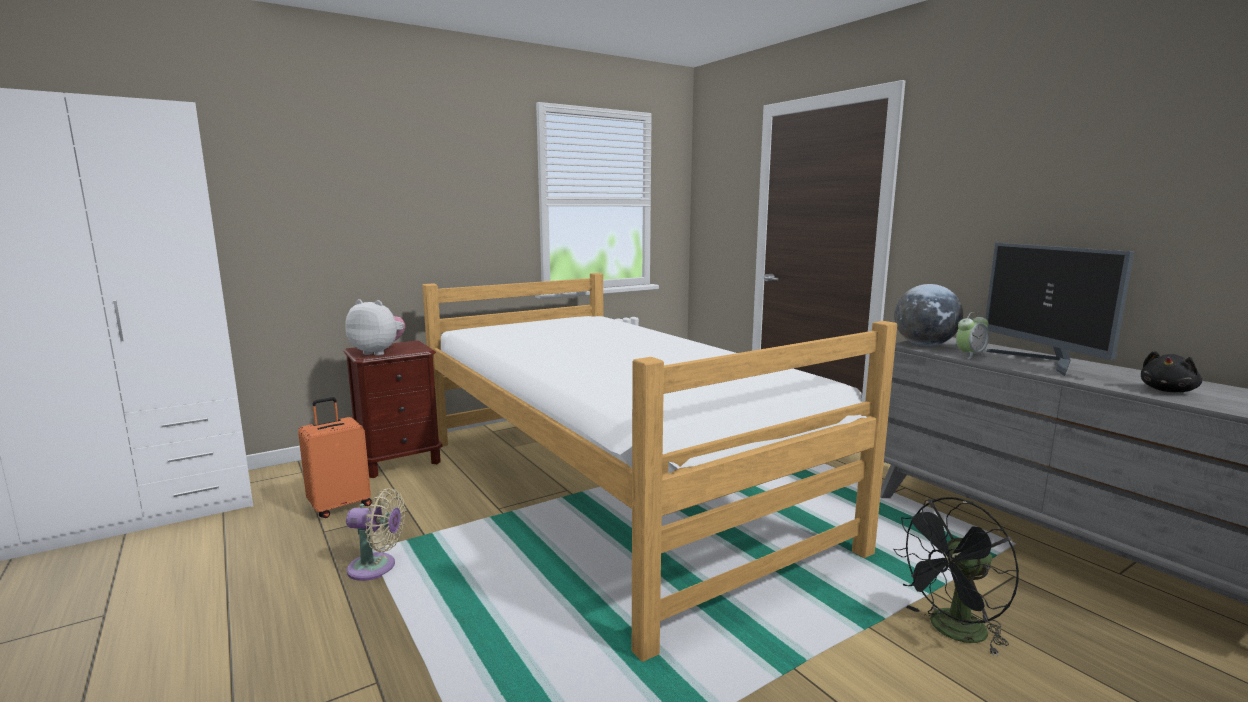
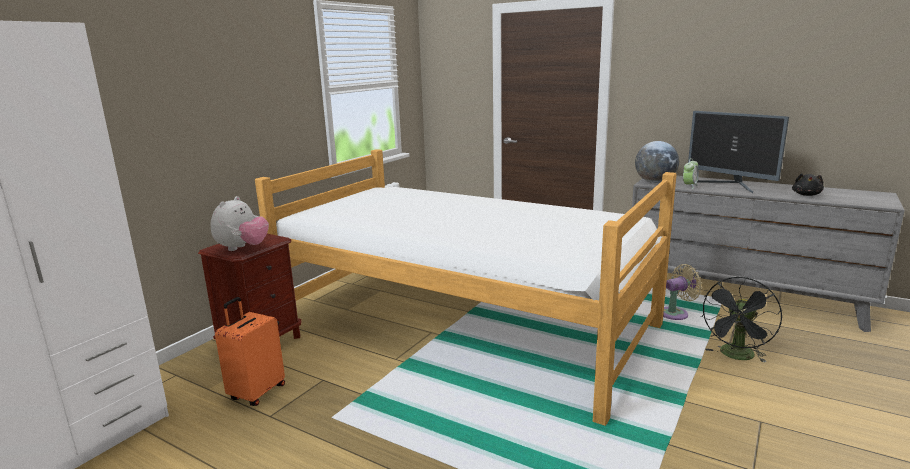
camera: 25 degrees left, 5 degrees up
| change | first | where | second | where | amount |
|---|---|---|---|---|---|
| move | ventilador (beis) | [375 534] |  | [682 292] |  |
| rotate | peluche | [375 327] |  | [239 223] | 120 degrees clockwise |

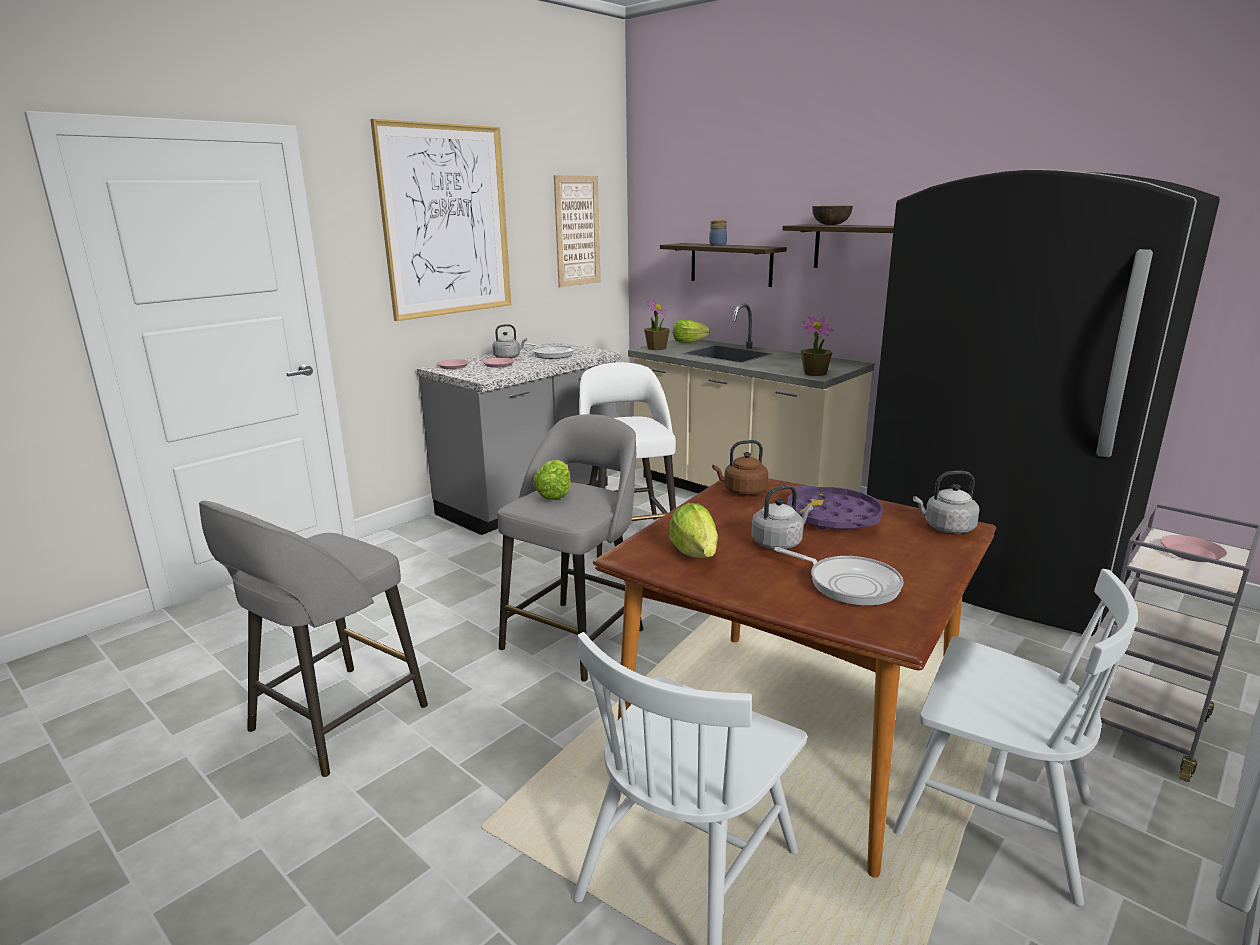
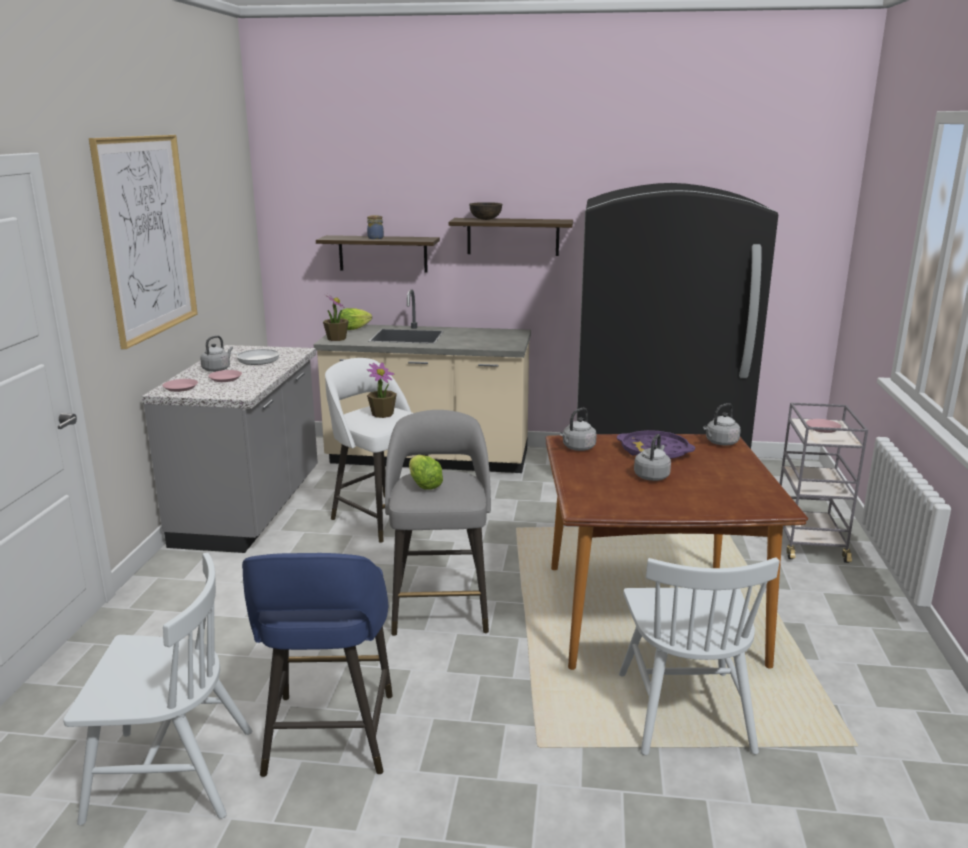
camera: 35 degrees left, 0 degrees up
| change | first | where | second | where | amount |
|---|---|---|---|---|---|
| delete | cuadro | [577 231] |  |  |  |
| delete | lechuga | [693 530] |  |  |  |
| delete | sartén | [839 576] |  |  |  |
| move | planta en maceta | [817 346] |  | [382 390] |  |
| move | silla (blanco) | [1015 737] |  | [157 689] |  |
| recolor | taburete (gris) | [313 639] | taburete (azul) | [317 665] |  |
| recolor | hervidor (marrón) | [740 468] | hervidor (gris) | [578 429] |  |

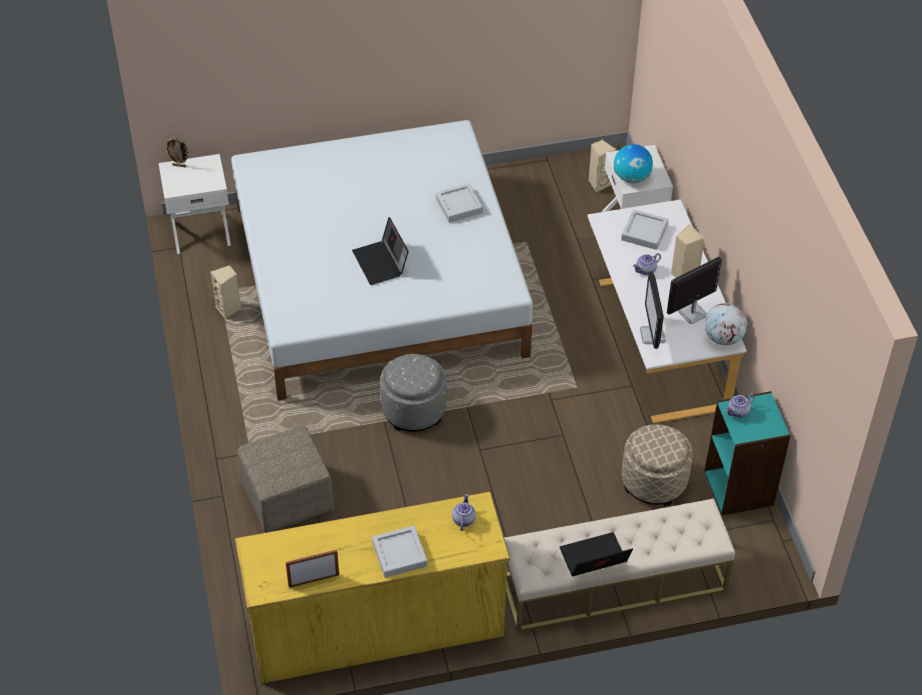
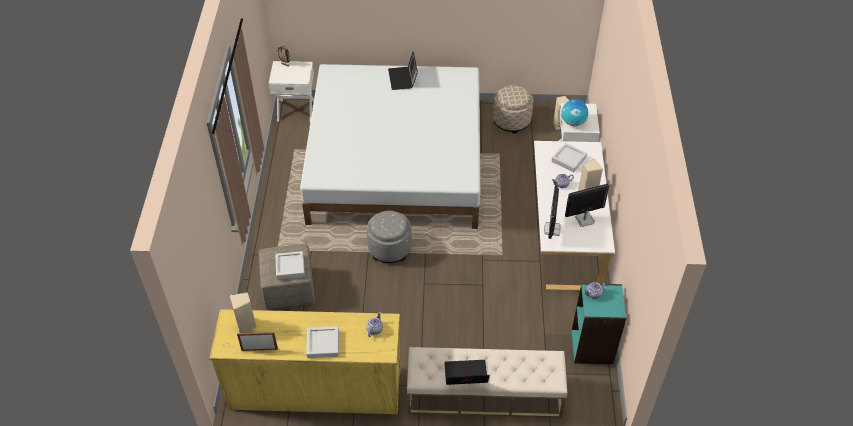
camera: 15 degrees right, 0 degrees up
| change | first | where | second | where | amount |
|---|---|---|---|---|---|
| delete | globo terráqueo | [725 324] |  |  |  |
| move | altavoz (beis) | [225 292] |  | [242 312] |  |
| move | portátil | [380 251] |  | [403 71] |  |
| move | bandeja (gris) | [459 202] |  | [290 265] |  |
| move | puf (beis) | [657 465] |  | [513 109] |  |

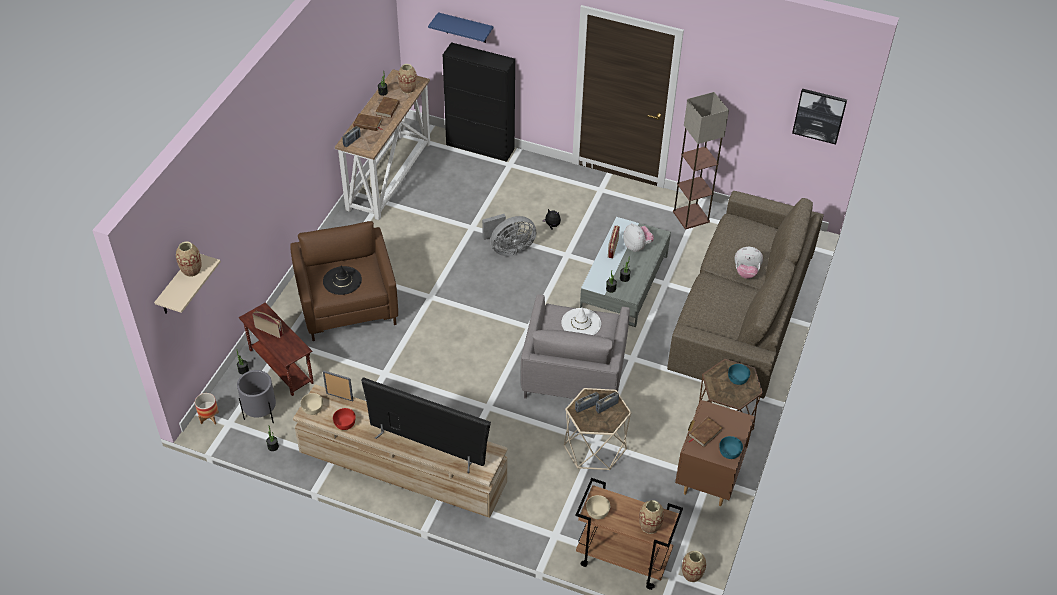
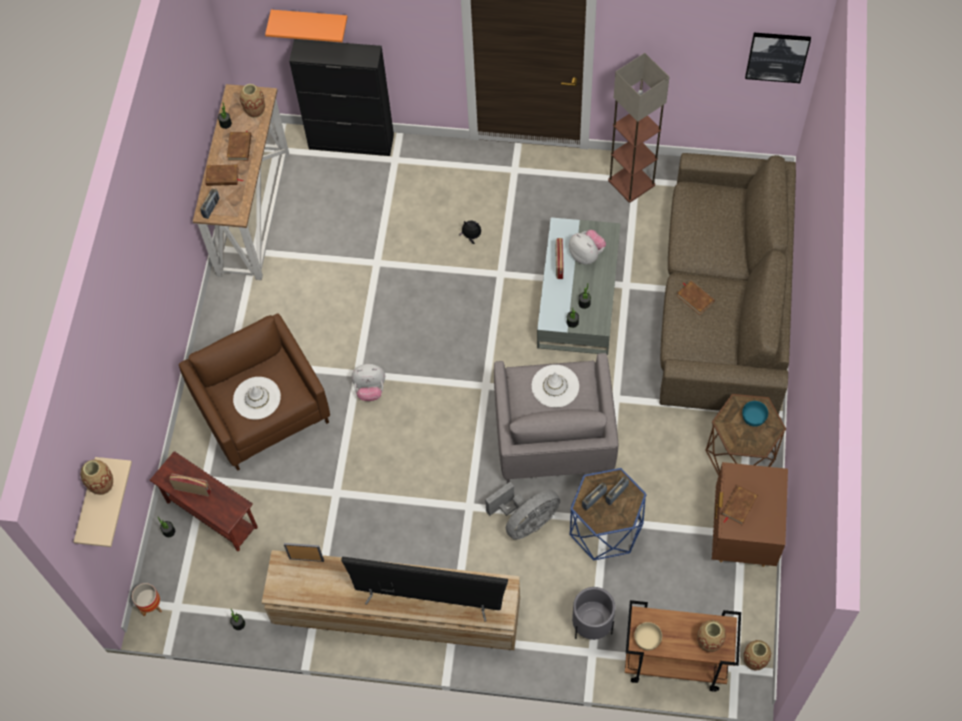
camera: 10 degrees left, 15 degrees up
| change | first | where | second | where | amount |
|---|---|---|---|---|---|
| delete | cuenco (beis) | [312 404] |  |  |  |
| delete | cuenco (rojo) | [344 419] |  |  |  |
| delete | cuenco (turquesa) | [731 447] |  |  |  |
| insert |  |  | libro (marrón) | [696 297] |  |
| move | maceta (gris) | [256 396] |  | [593 613] |  |
| move | ventilador (gris) | [509 235] |  | [523 511] |  |
| move | peluche | [749 263] |  | [368 382] |  |
| recolor | sombrero (negro) | [342 280] | sombrero (blanco) | [257 398] |  |
| recolor | estante (azul) | [460 27] | estante (naranja) | [306 26] |  |
| recolor | mesa auxiliar (beis) | [598 429] | mesa auxiliar (azul) | [608 514] |  |

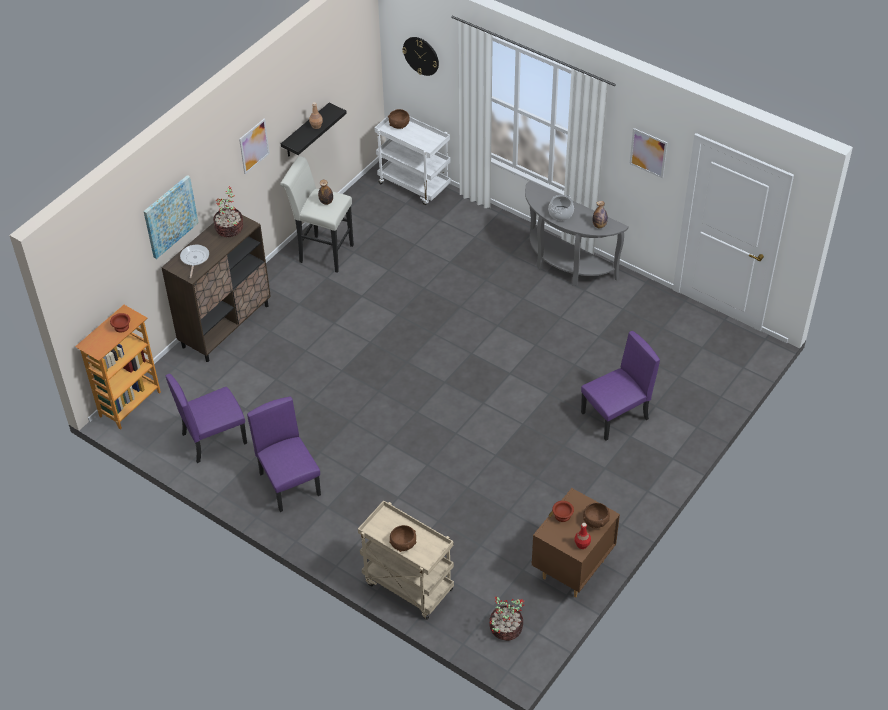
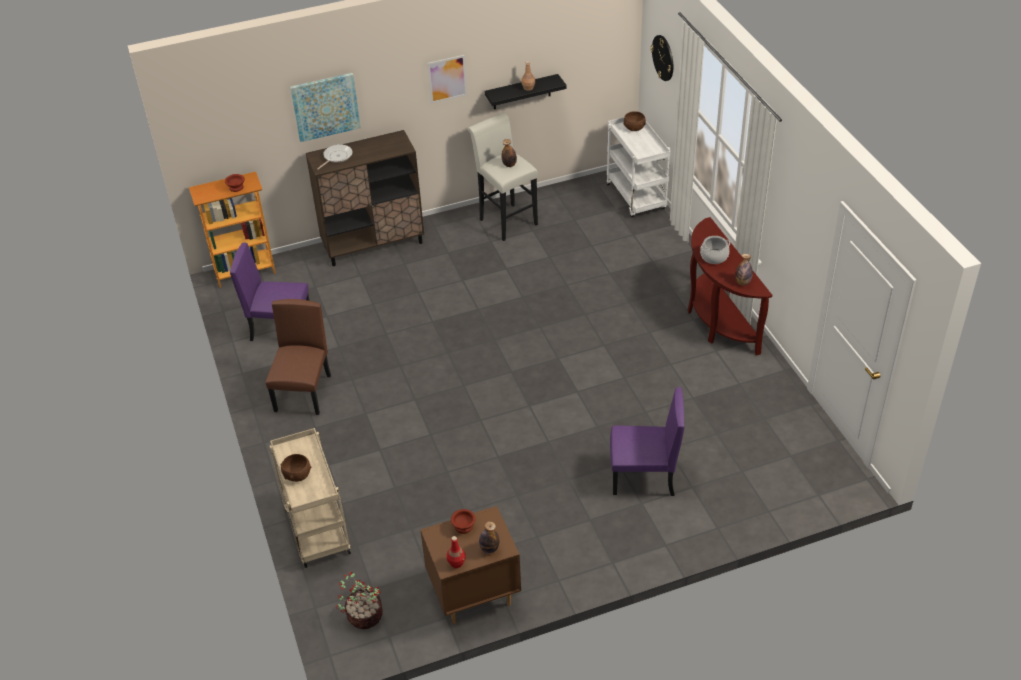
camera: 35 degrees right, 5 degrees down
| change | first | where | second | where | amount |
|---|---|---|---|---|---|
| delete | planta en maceta | [228 211] |  |  |  |
| delete | cuadro | [649 153] |  |  |  |
| replace | cuenco (marrón) | [596 516] | botella | [489 537] |  |
| recolor | silla (morado) | [284 454] | silla (marrón) | [298 357] |  |
| recolor | mesa consola (gris) | [577 233] | mesa consola (marrón) | [730 286] |  |

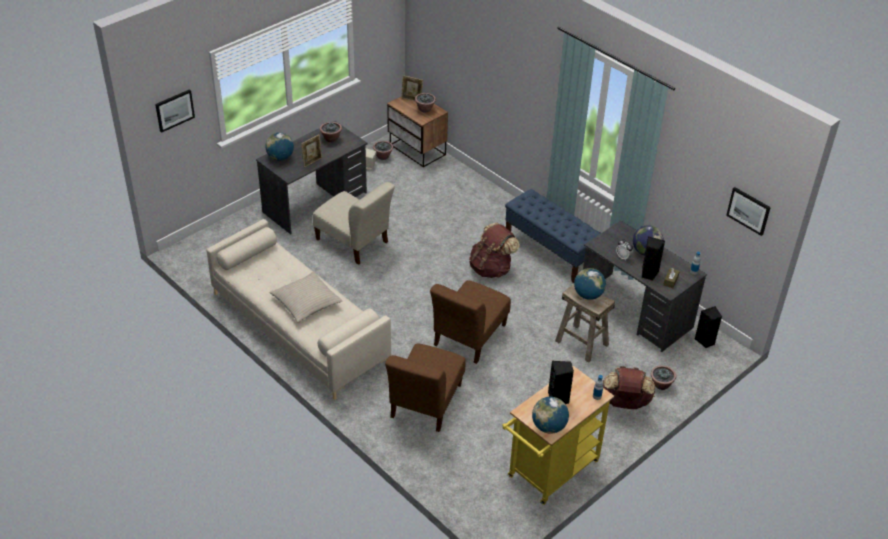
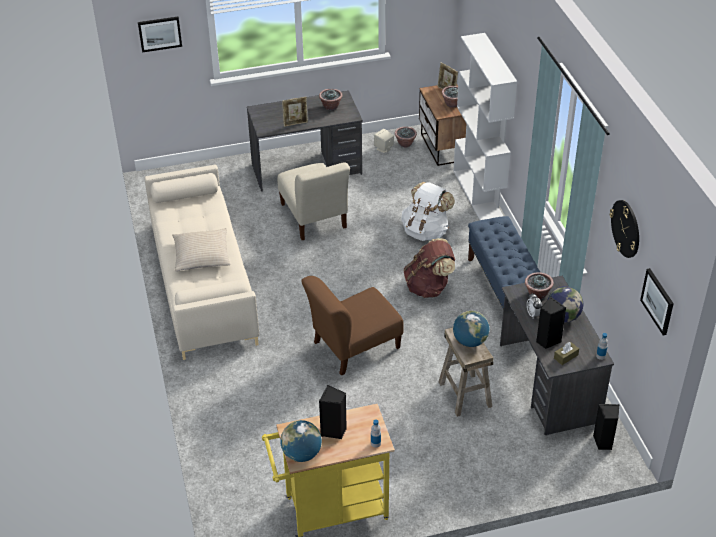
camera: 30 degrees right, 0 degrees up
| change | first | where | second | where | amount |
|---|---|---|---|---|---|
| delete | globo terráqueo | [279 146] |  |  |  |
| delete | silla (marrón) | [425 388] |  |  |  |
| delete | mochila (marrón) | [629 387] |  |  |  |
| insert |  |  | mochila (blanco) | [428 211] |  |
| insert |  |  | estantería (blanco) | [485 126] |  |
| insert |  |  | reloj de pared | [624 229] |  |
| move | planta en maceta | [663 377] |  | [539 286] |  |

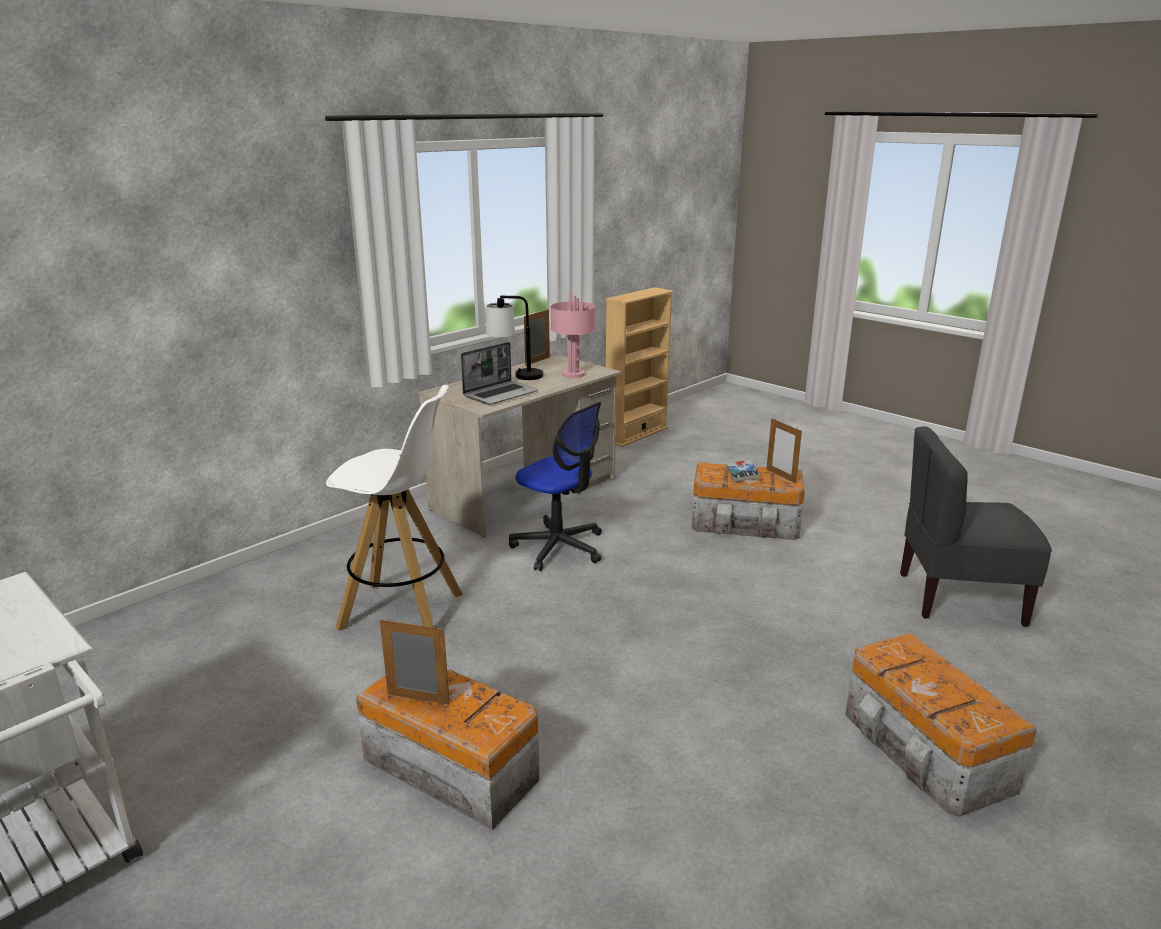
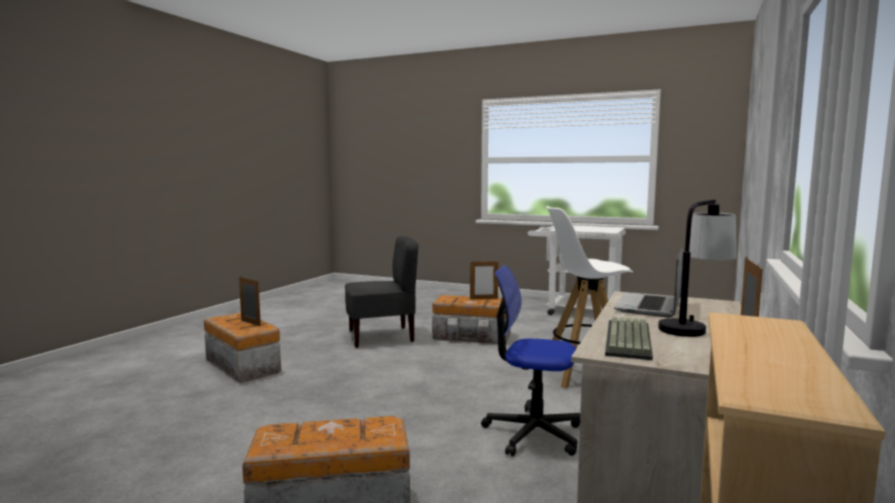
camera: 160 degrees right, 15 degrees down
| change | first | where | second | where | amount |
|---|---|---|---|---|---|
| delete | libro | [743 471] |  |  |  |
| move | portarretratos | [784 451] |  | [250 301] |  |
| move | silla (gris) | [976 526] |  | [381 292] |  |
| replace | lámpara de mesa (rosa) | [573 335] | teclado | [629 338] |  |

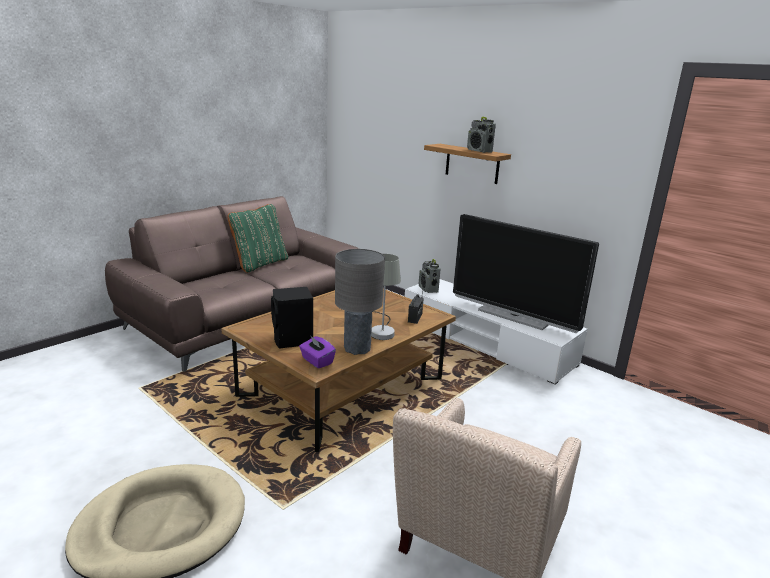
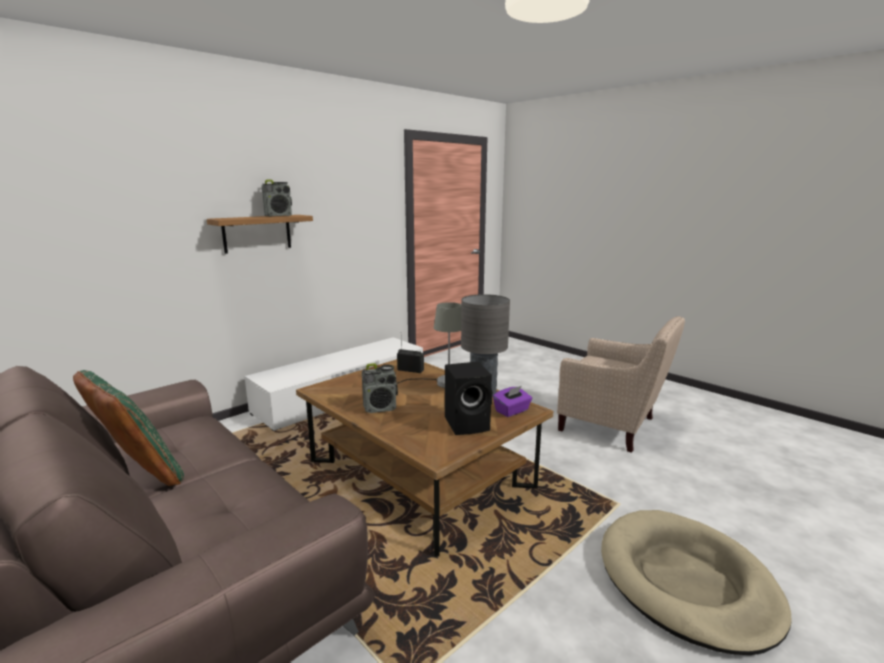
camera: 85 degrees left, 5 degrees down
| change | first | where | second | where | amount |
|---|---|---|---|---|---|
| delete | televisor | [526 273] |  |  |  |
| move | radio | [430 276] |  | [380 388] |  |

